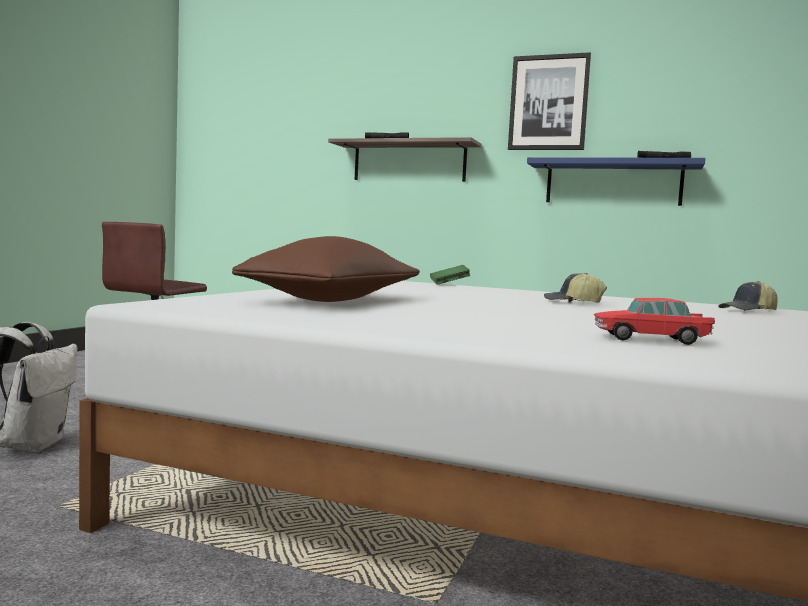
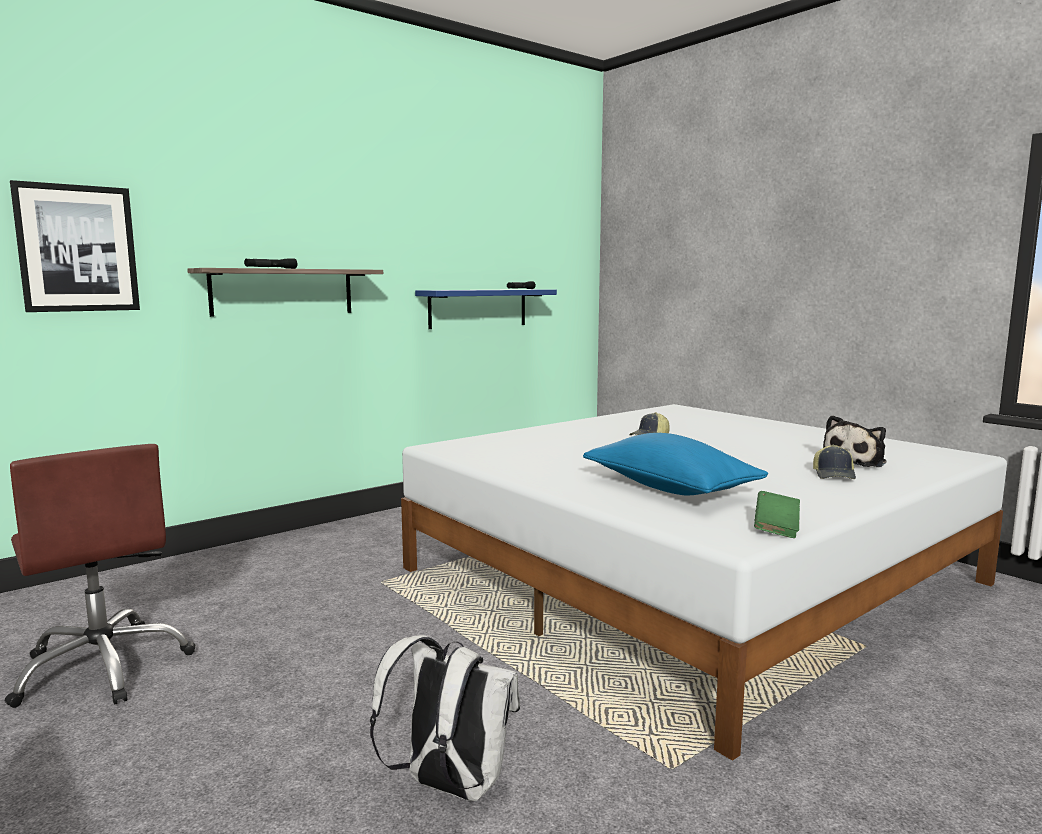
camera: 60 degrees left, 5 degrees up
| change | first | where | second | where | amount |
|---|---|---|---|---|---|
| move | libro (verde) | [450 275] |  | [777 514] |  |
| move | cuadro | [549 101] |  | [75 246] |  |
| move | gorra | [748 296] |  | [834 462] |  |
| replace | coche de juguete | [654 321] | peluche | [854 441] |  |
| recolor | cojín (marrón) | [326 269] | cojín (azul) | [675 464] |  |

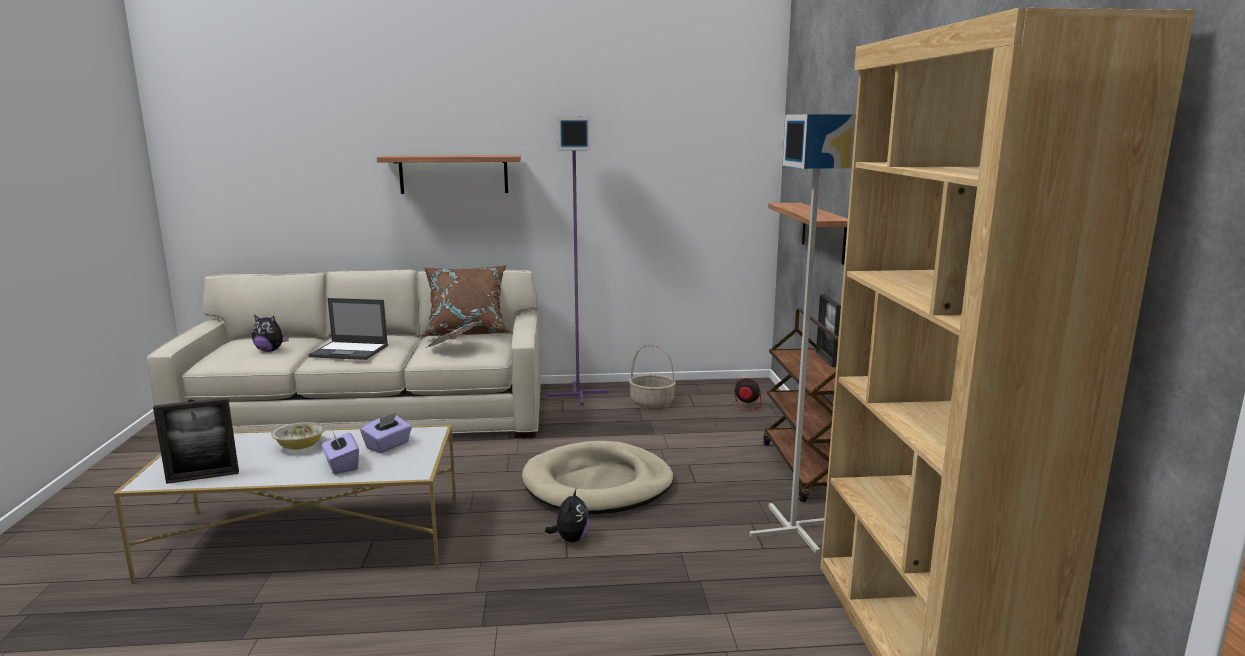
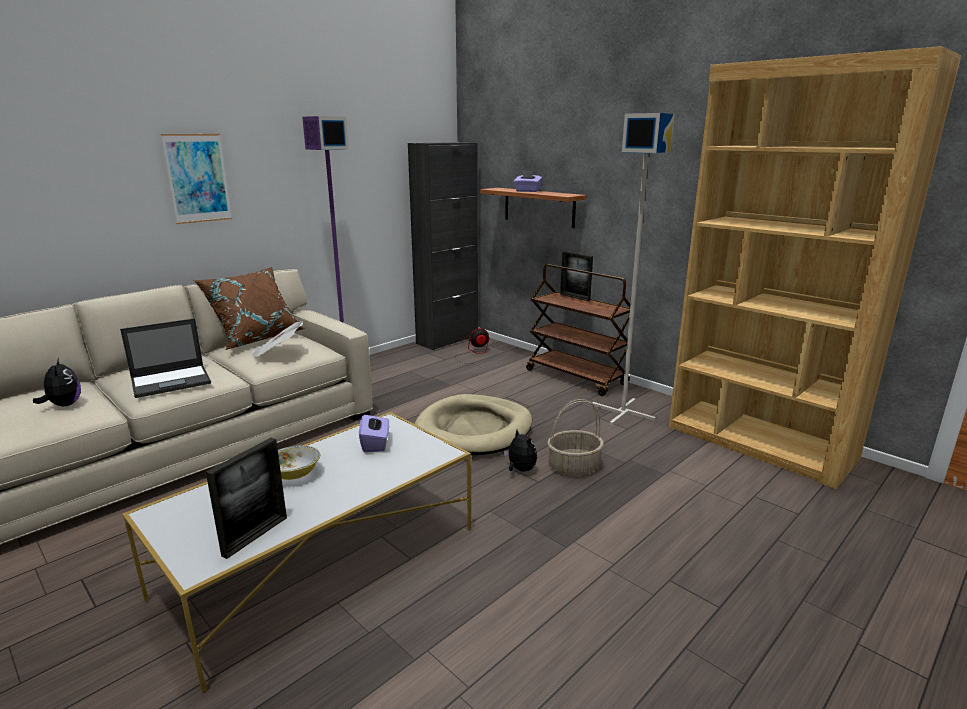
camera: 40 degrees left, 5 degrees up
| change | first | where | second | where | amount |
|---|---|---|---|---|---|
| insert |  |  | armario (negro) | [443 246] |  |
| move | caja de pañuelos (morado) | [340 452] |  | [528 181] |  |
| move | cesta | [652 376] |  | [575 437] |  |
| replace | estante | [449 174] | cuadro | [196 179] |  |
| rotate | peluche | [270 333] |  | [57 382] | 90 degrees counterclockwise |

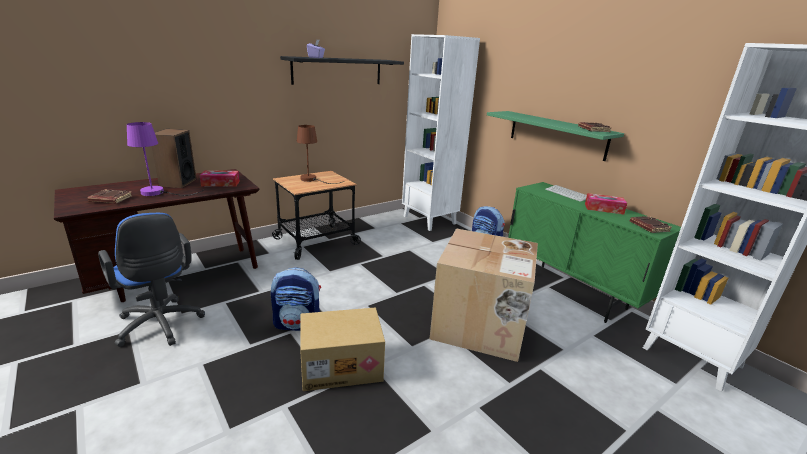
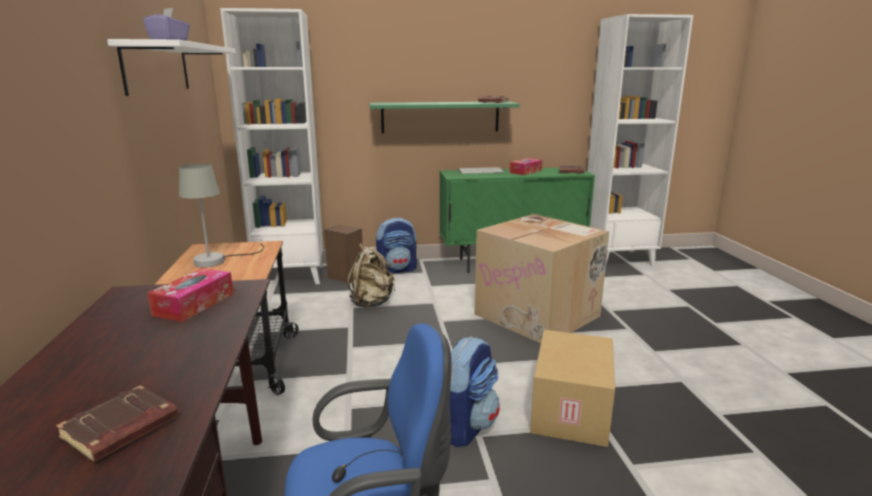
camera: 60 degrees left, 5 degrees down
| change | first | where | second | where | amount |
|---|---|---|---|---|---|
| delete | lámpara de mesa (morado) | [165 159] |  |  |  |
| insert |  |  | mochila (beis) | [371 275] |  |
| move | altavoz | [174 158] |  | [343 254] |  |
| recolor | estante (negro) | [342 70] | estante (blanco) | [171 67] |  |
| recolor | lámpara de mesa (marrón) | [320 154] | lámpara de mesa (gris) | [221 215] |  |

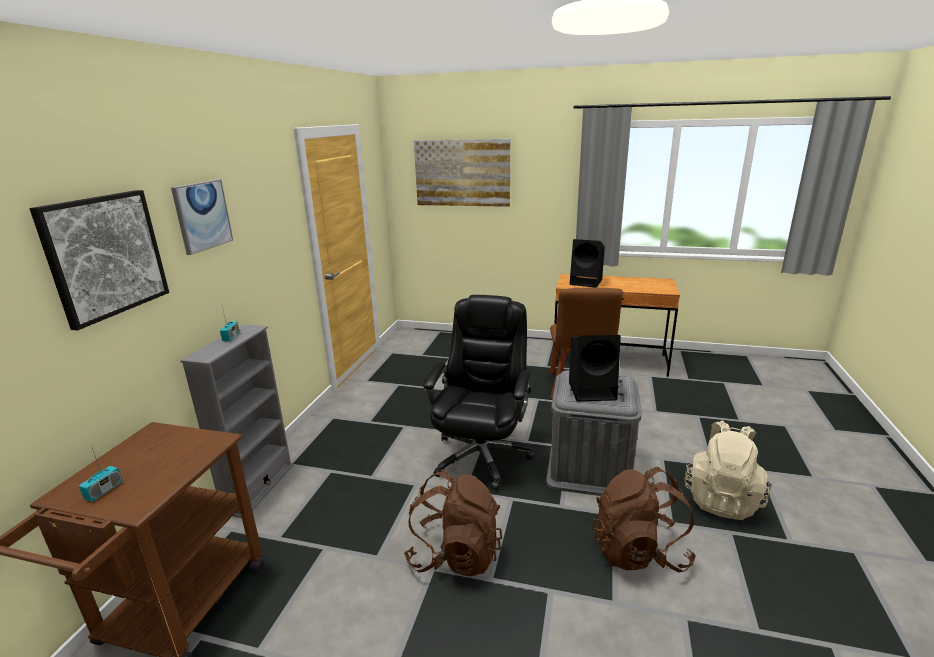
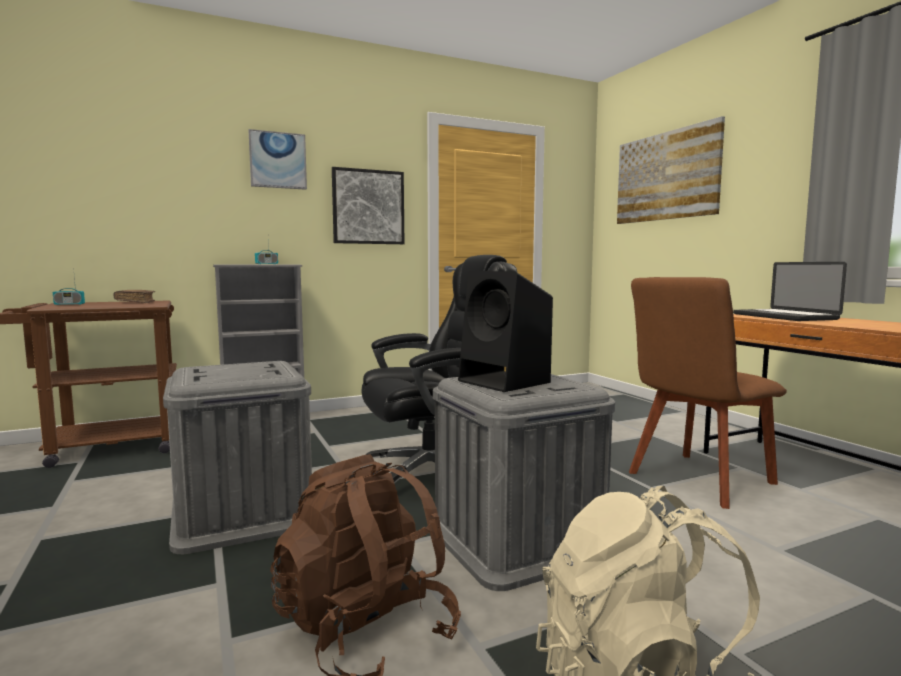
camera: 50 degrees right, 15 degrees down
| change | first | where | second | where | amount |
|---|---|---|---|---|---|
| insert |  |  | libro (marrón) | [134 296] |  |
| move | cuadro | [99 260] |  | [368 205] |  |
| replace | mochila (marrón) | [453 523] | caja de almacenaje (gris) | [237 457] |  |
| replace | altavoz (negro) | [587 263] | portátil | [790 291] |  |

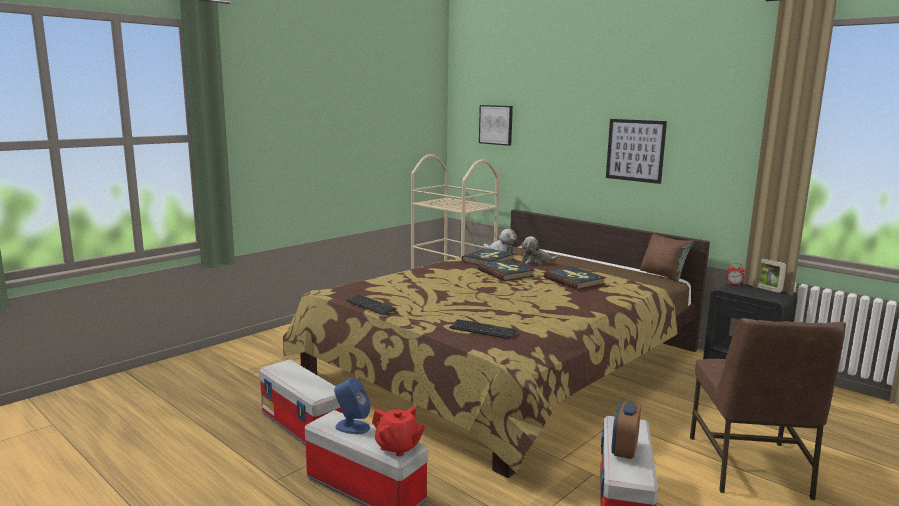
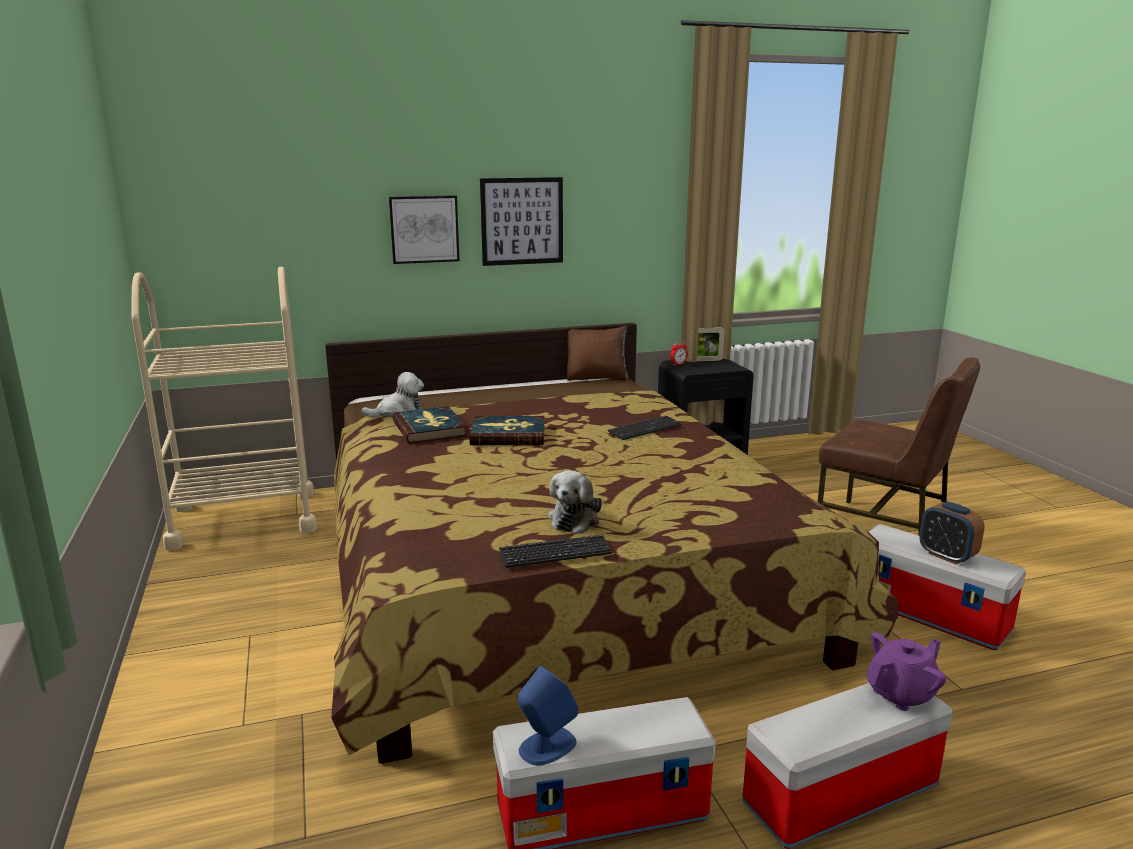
camera: 60 degrees left, 5 degrees up
| change | first | where | second | where | amount |
|---|---|---|---|---|---|
| delete | libro | [575 278] |  |  |  |
| move | altavoz (azul) | [352 405] |  | [548 716] |  |
| move | teclado | [483 329] |  | [644 427] |  |
| move | cuadro | [496 125] |  | [424 229] |  |
| move | peluche | [540 250] |  | [575 501] |  |
| recolor | tetera (rojo) | [399 431] | tetera (morado) | [906 671] |  |

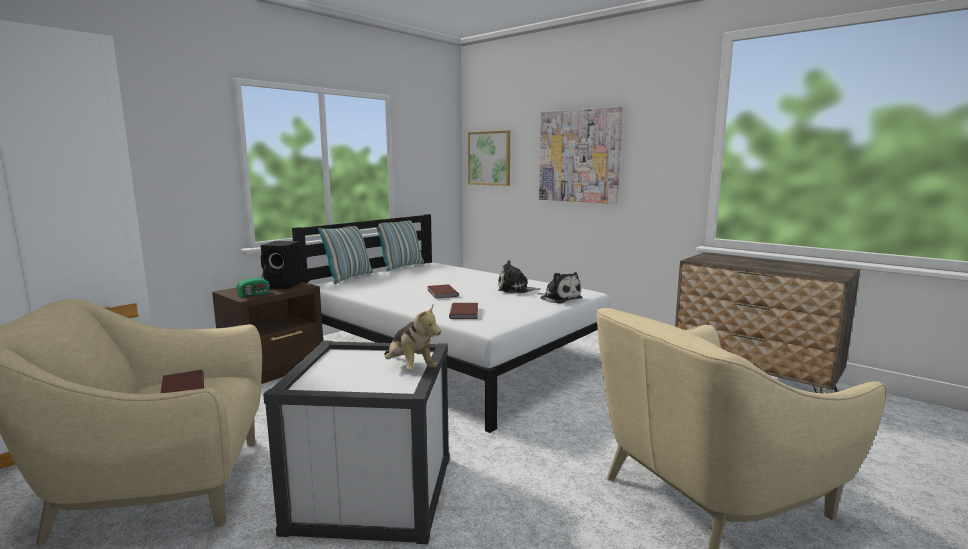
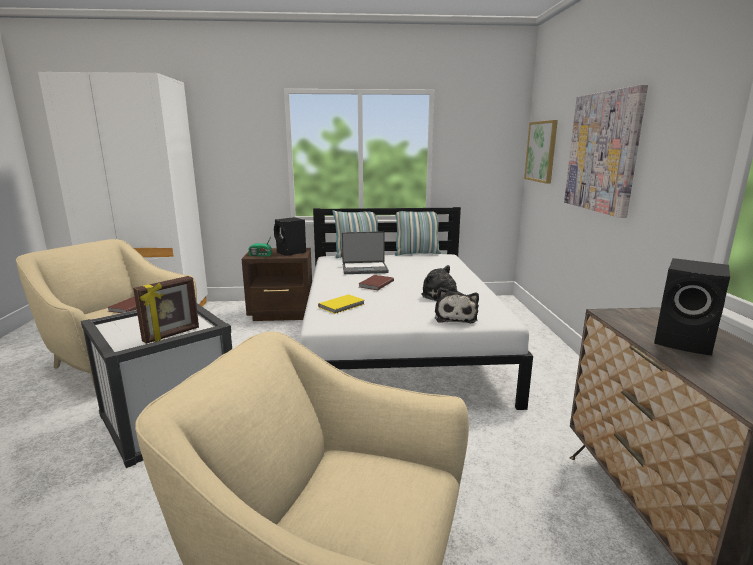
camera: 45 degrees right, 5 degrees up
| change | first | where | second | where | amount |
|---|---|---|---|---|---|
| insert |  |  | portátil | [365 252] |  |
| insert |  |  | altavoz (negro) | [692 307] |  |
| replace | peluche | [412 338] | portarretratos | [166 310] |  |
| recolor | libro (marrón) | [463 311] | libro (amarillo) | [341 304] |  |

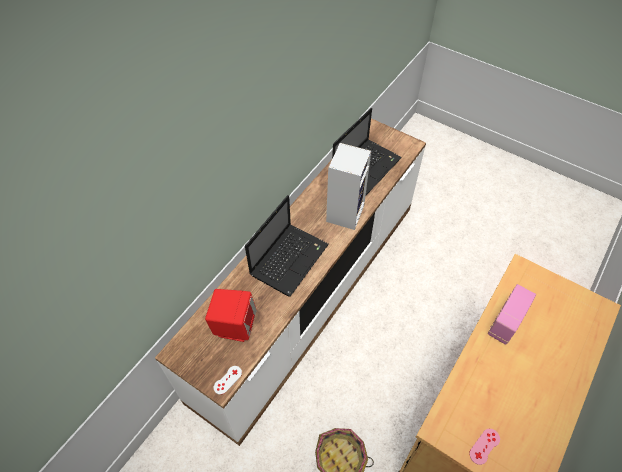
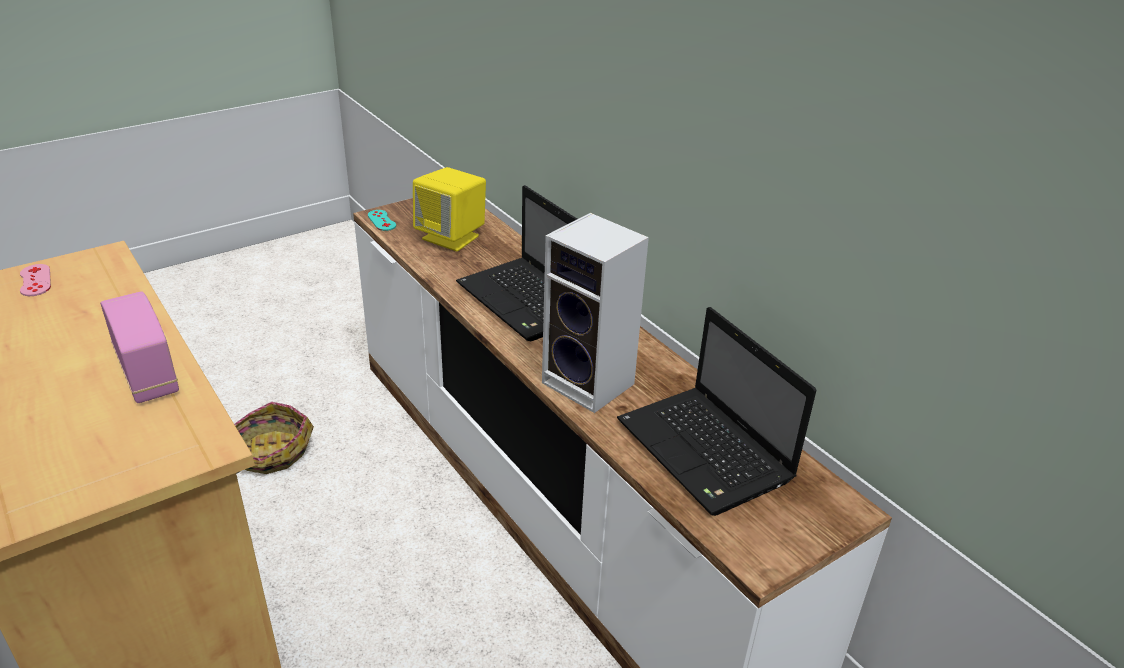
camera: 110 degrees right, 20 degrees down
| change | first | where | second | where | amount |
|---|---|---|---|---|---|
| recolor | altavoz (rojo) | [231 315] | altavoz (amarillo) | [449 209] |  |
| recolor | mando de consola (blanco) | [227 380] | mando de consola (turquesa) | [382 220] |  |

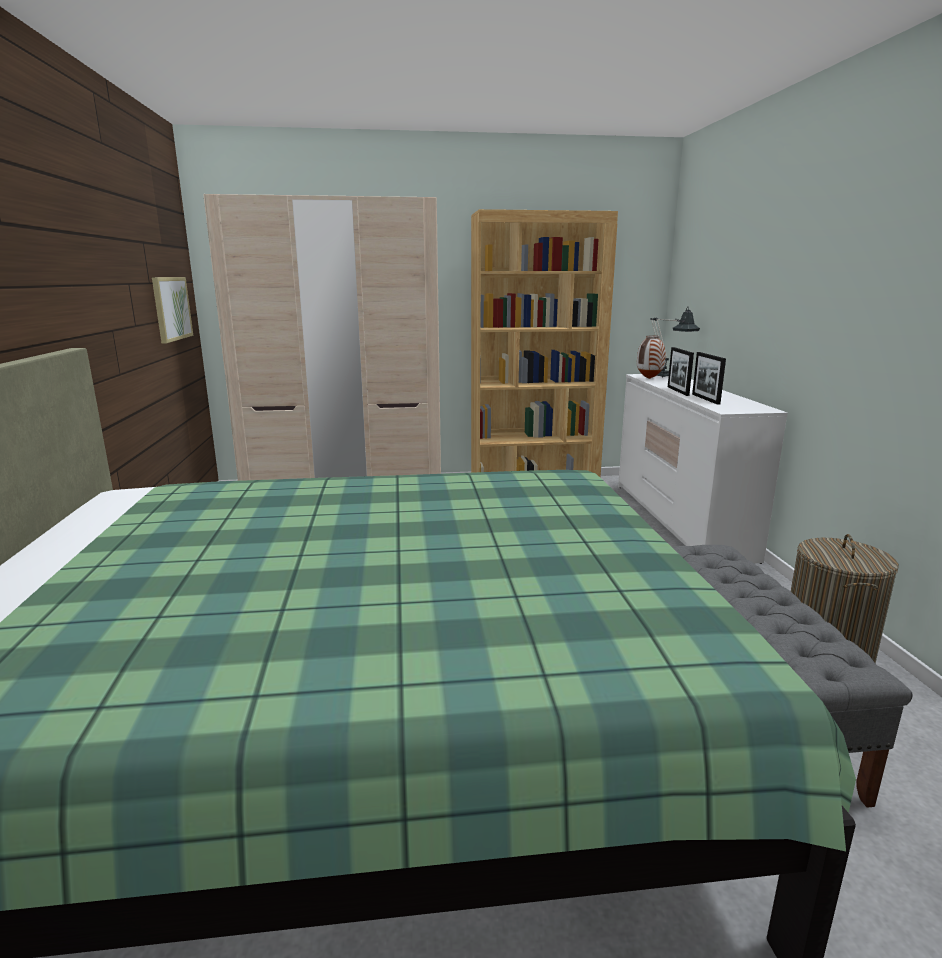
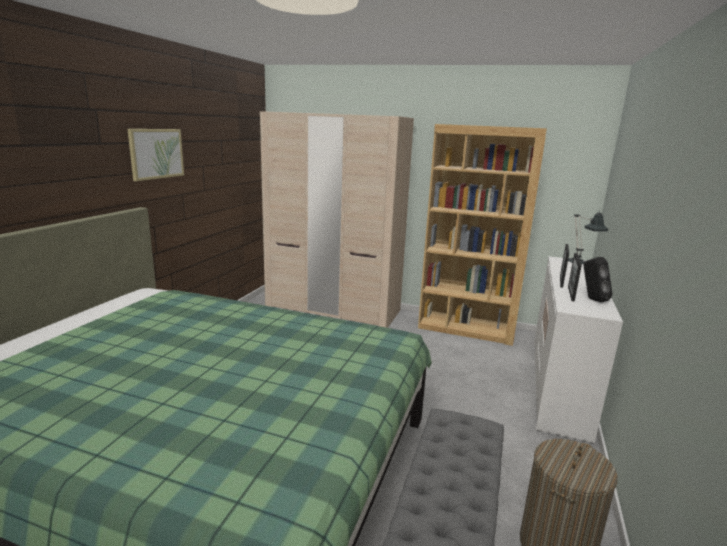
camera: 25 degrees right, 0 degrees up
| change | first | where | second | where | amount |
|---|---|---|---|---|---|
| delete | florero | [651 357] |  |  |  |
| insert |  |  | altavoz (negro) | [598 279] |  |
| move | cuadro | [172 310] |  | [155 155] |  |

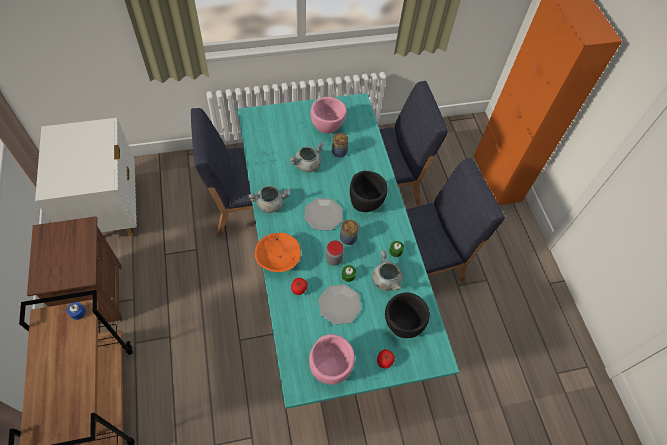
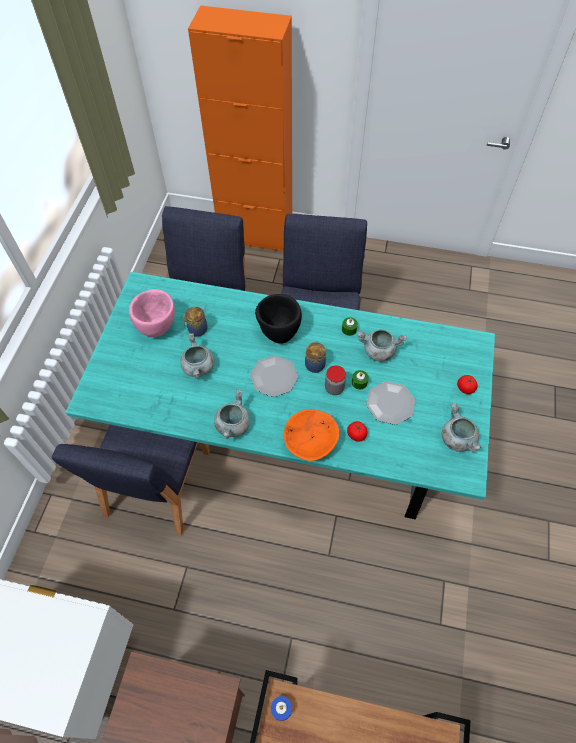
camera: 60 degrees left, 0 degrees up
| change | first | where | second | where | amount |
|---|---|---|---|---|---|
| delete | cuenco (negro) | [407 315] |  |  |  |
| replace | cuenco (rosa) | [332 359] | olla (gris) | [462 428] |  |

